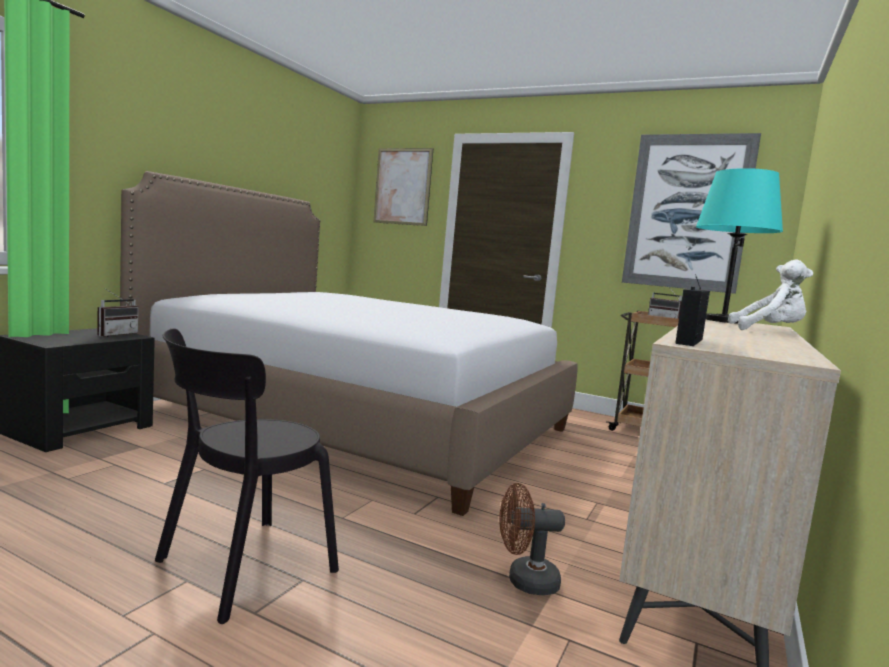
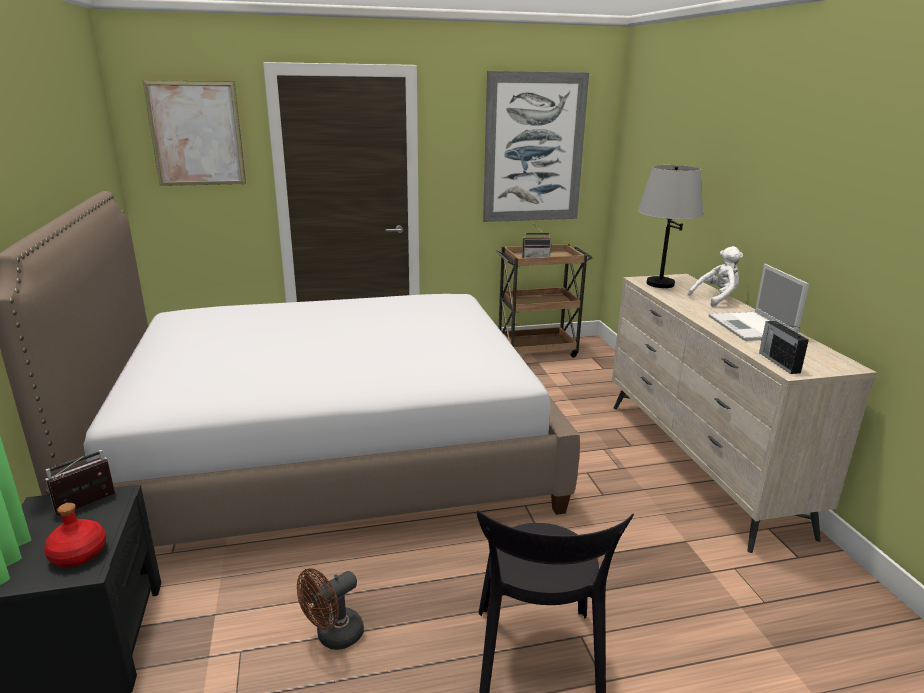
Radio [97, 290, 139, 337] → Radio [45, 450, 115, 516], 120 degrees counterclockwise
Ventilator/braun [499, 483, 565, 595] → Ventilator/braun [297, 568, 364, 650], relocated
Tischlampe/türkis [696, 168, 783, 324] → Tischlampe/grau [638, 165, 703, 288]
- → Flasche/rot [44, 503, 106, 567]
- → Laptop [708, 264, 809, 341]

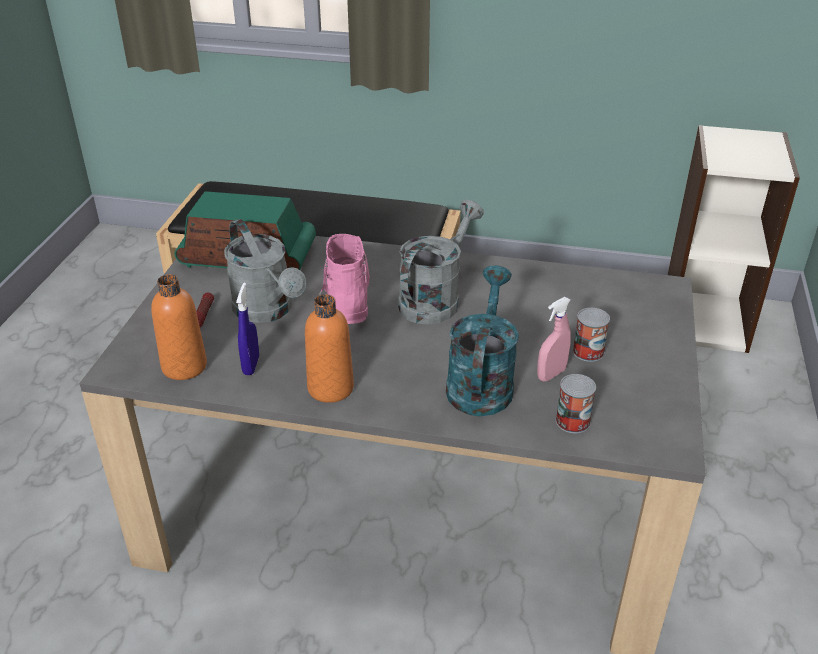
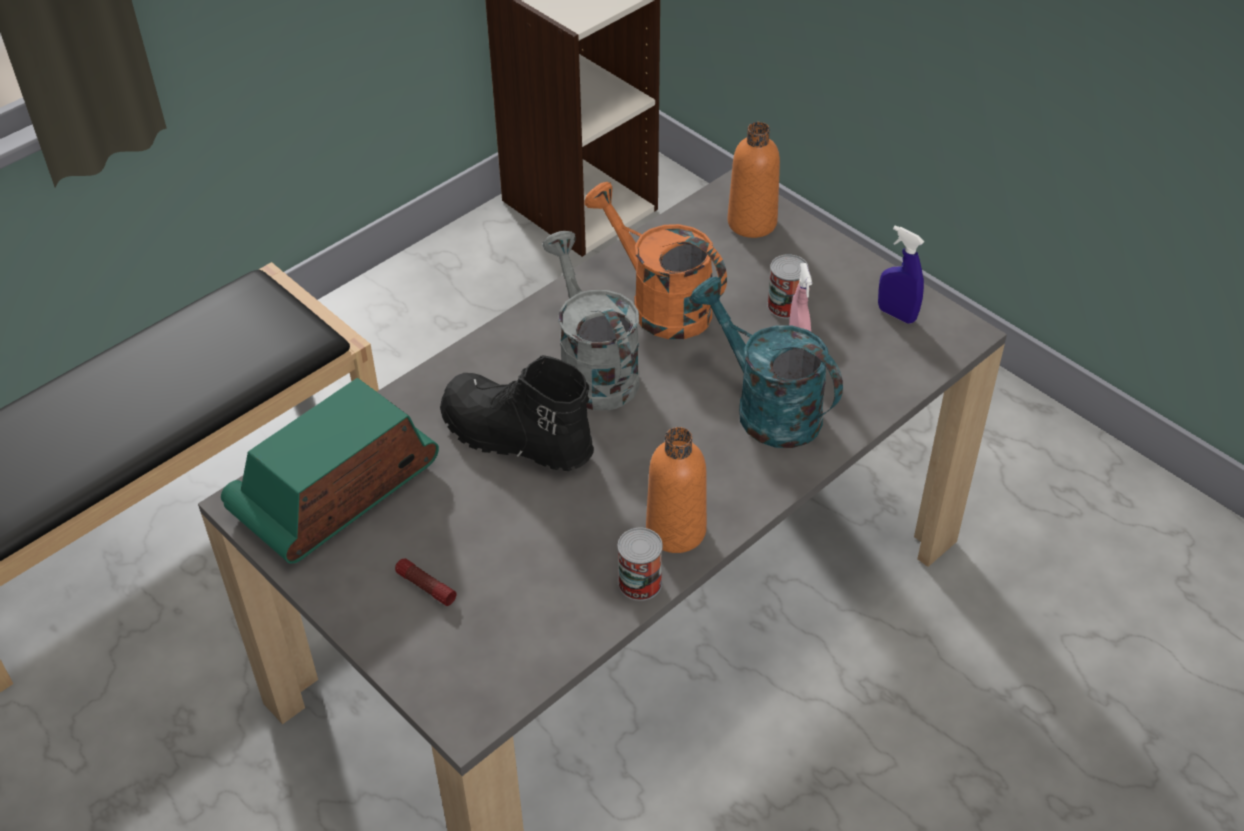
Flasche/orange [151, 274, 207, 380] → Flasche/orange [728, 122, 780, 238], relocated
Gießkanne/grau [224, 219, 306, 323] → -
Sprühflasche/blau [236, 283, 259, 375] → Sprühflasche/blau [878, 225, 924, 324], relocated
Stiefel/rosa [319, 234, 370, 324] → Stiefel/schwarz [440, 355, 594, 471]
Dose [556, 374, 596, 433] → Dose [618, 528, 663, 601], relocated
- → Gießkanne/orange [584, 182, 727, 339]

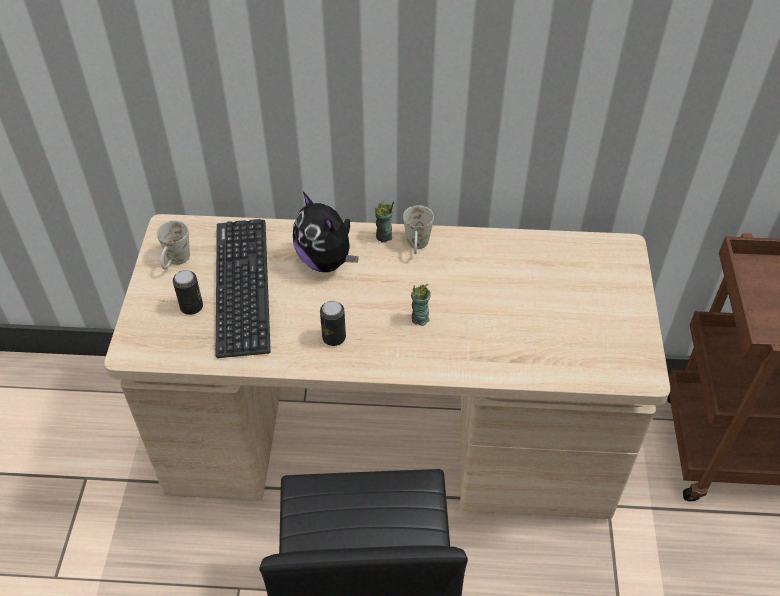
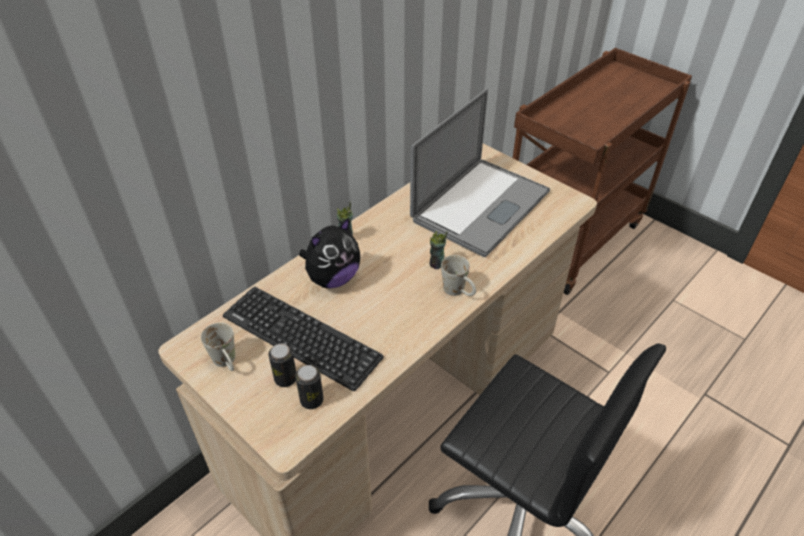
Plüschtier [293, 192, 358, 272] → Plüschtier [299, 218, 360, 288], 45 degrees counterclockwise
Dose [320, 301, 346, 346] → Dose [295, 365, 324, 409], relocated
Henkelbecher/weiß [403, 205, 434, 254] → Henkelbecher/weiß [441, 255, 476, 296], relocated
- → Laptop [410, 89, 550, 257]

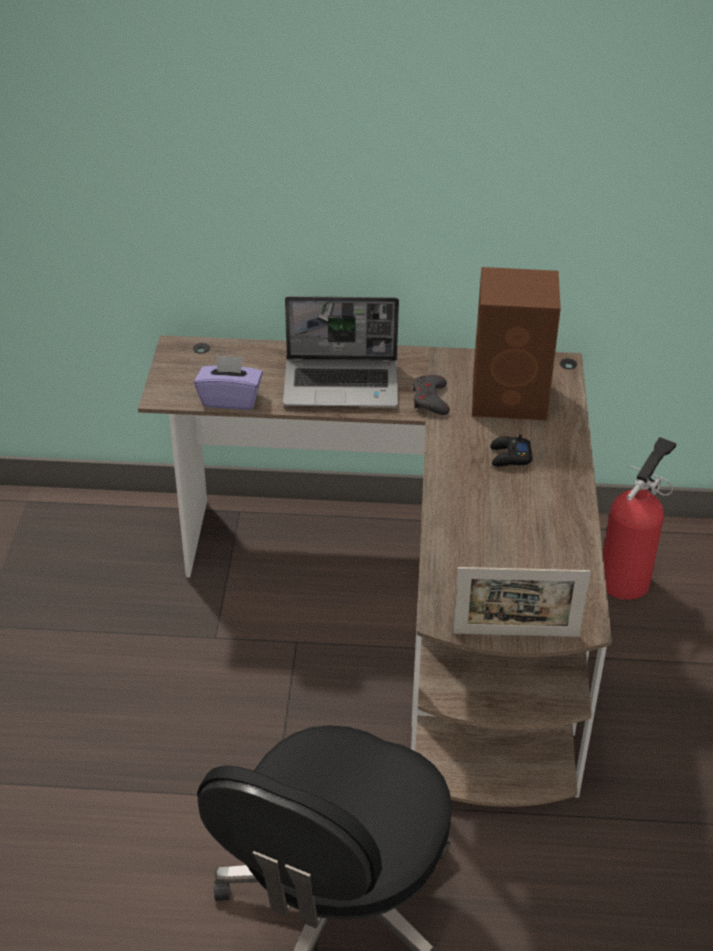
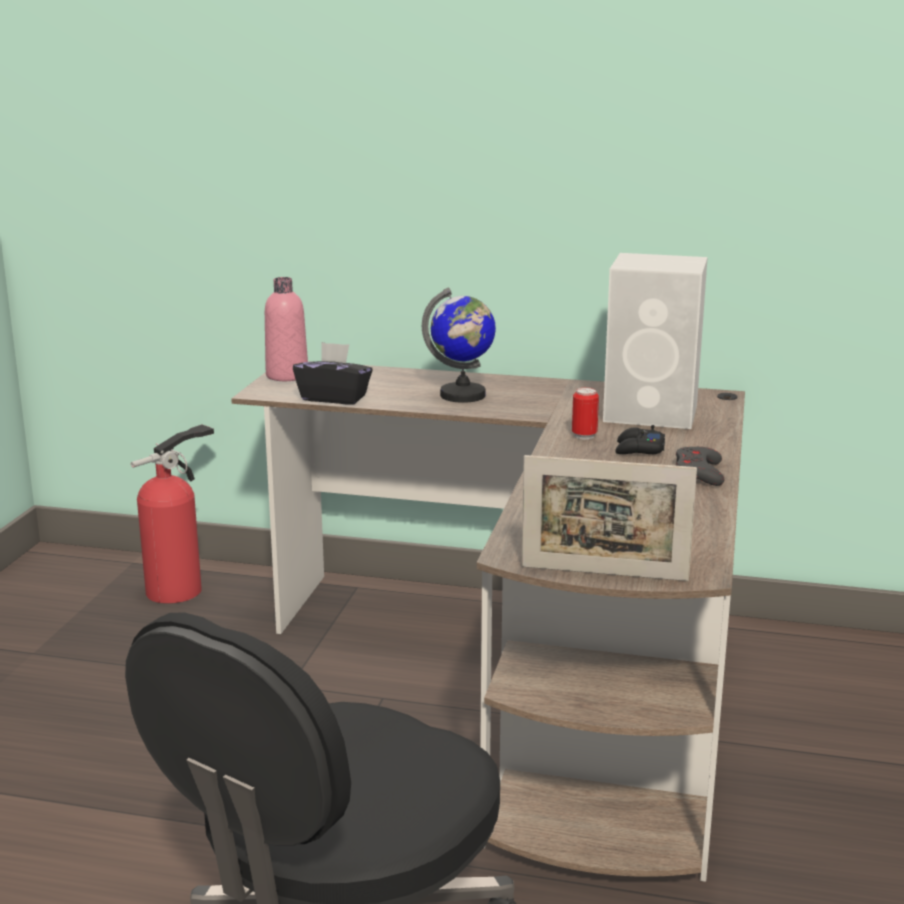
Taschentuchbox/lila [194, 355, 263, 410] → Taschentuchbox/schwarz [293, 342, 373, 404]
Laptop [283, 296, 399, 407] → Globus [422, 287, 496, 403]
Gamepad/grau [412, 375, 450, 415] → Gamepad/grau [676, 447, 724, 486], relocated
Lautsprecher/braun [472, 267, 561, 420] → Lautsprecher/weiß [603, 253, 708, 429]
Feuerlöscher [603, 437, 677, 600] → Feuerlöscher [131, 424, 214, 604], relocated
- → Flasche/rosa [265, 277, 308, 381]
- → Dose [572, 387, 599, 440]

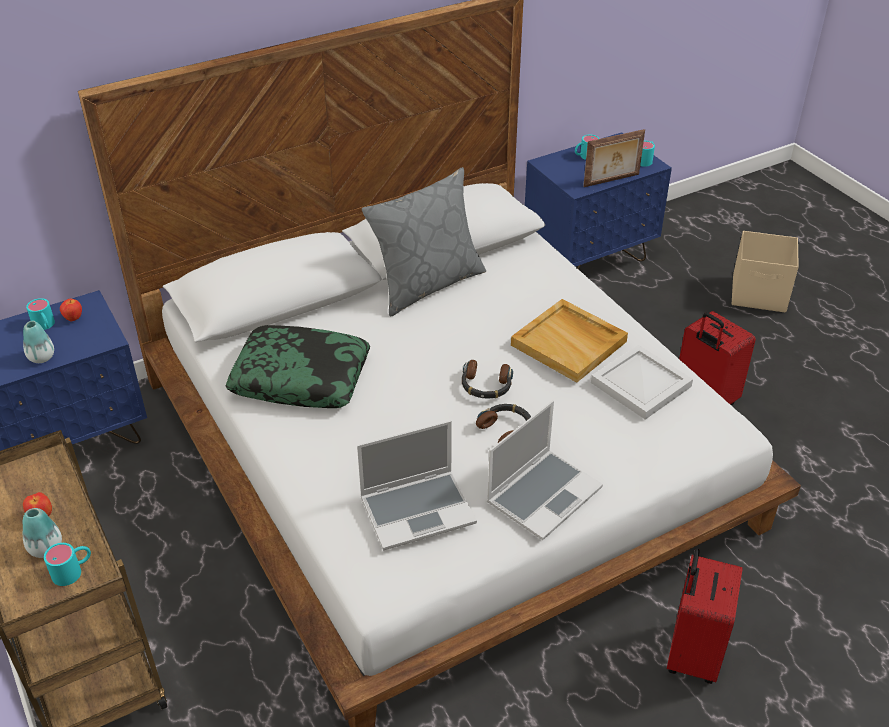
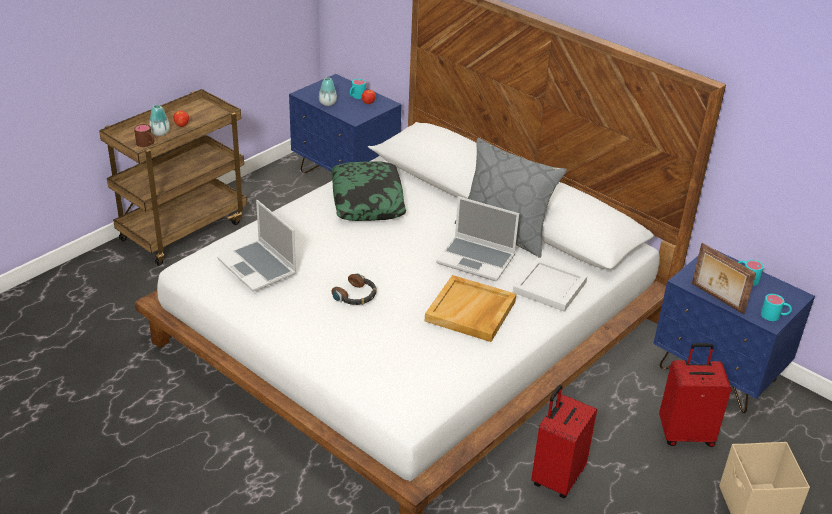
Henkelbecher/türkis [44, 543, 91, 586] → Henkelbecher/braun [134, 124, 154, 147]
Kopfhörer [462, 360, 513, 399] → -
Laptop [487, 400, 603, 540] → Laptop [436, 196, 519, 281], relocated
Tablett/weiß [591, 345, 693, 420] → Tablett/weiß [513, 258, 587, 312], relocated
Koffer/rot [667, 549, 743, 684] → Koffer/rot [659, 343, 731, 447], relocated

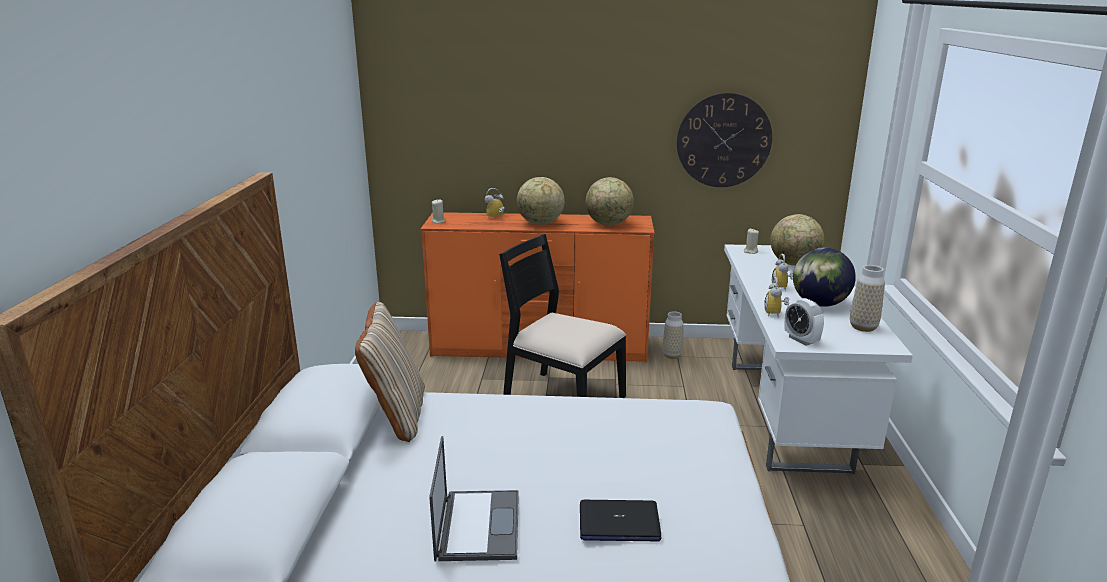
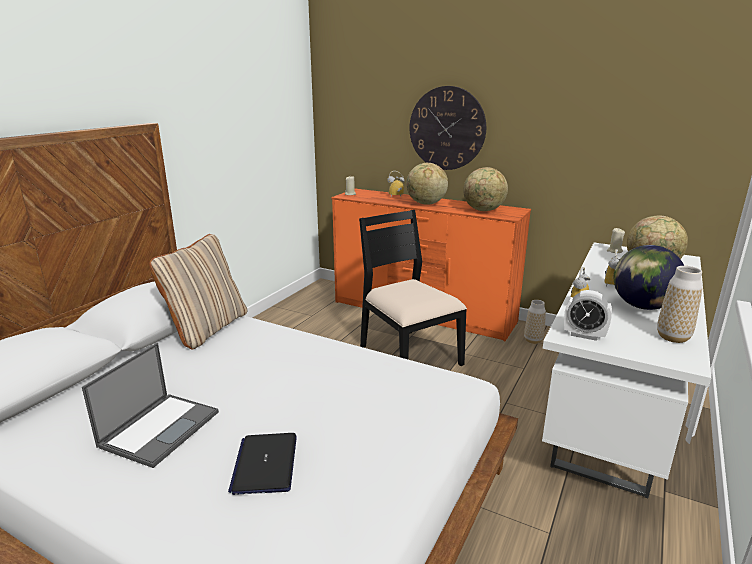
Laptop [580, 500, 661, 542] → Laptop [228, 433, 297, 495], 60 degrees clockwise
Wanduhr [677, 93, 772, 187] → Wanduhr [410, 86, 486, 170], relocated
Wecker [785, 298, 824, 346] → Wecker [564, 290, 612, 341], 60 degrees counterclockwise

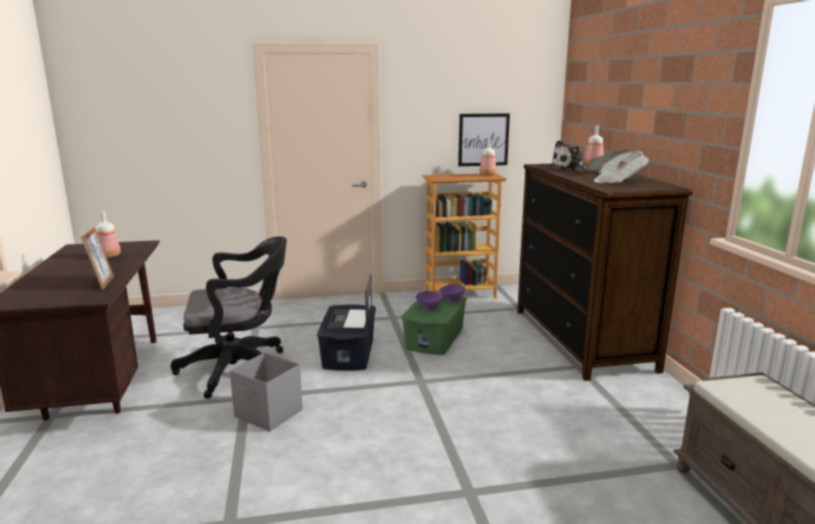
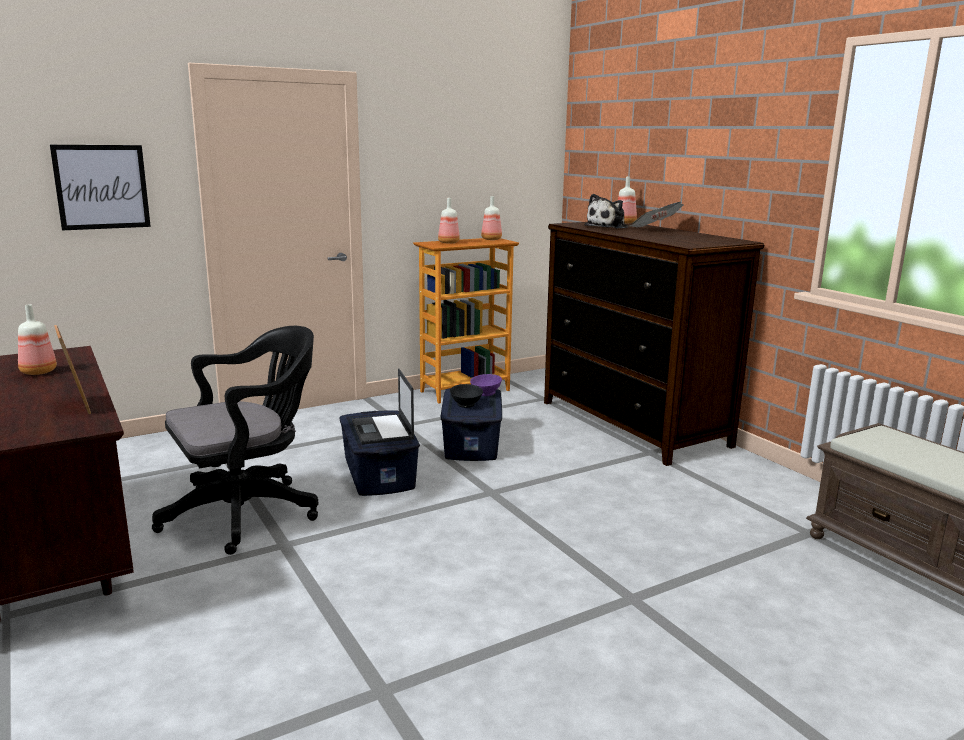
Aufbewahrungsbox/grau [230, 353, 303, 431] → -
Aufbewahrungsbox/grün [401, 293, 467, 355] → Aufbewahrungsbox/blau [441, 388, 502, 461]
Schüssel/lila [416, 291, 442, 310] → Schüssel/schwarz [450, 384, 483, 408]
Bild [458, 113, 510, 166] → Bild [50, 145, 151, 230], relocated
Zeitung [594, 151, 649, 183] → -
- → Flasche [438, 198, 460, 244]

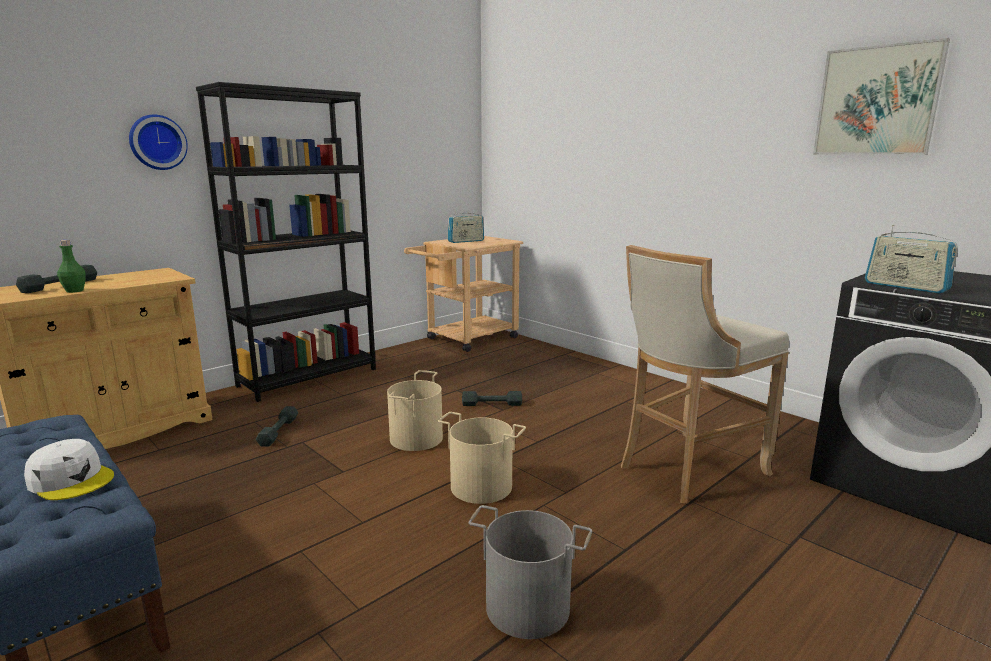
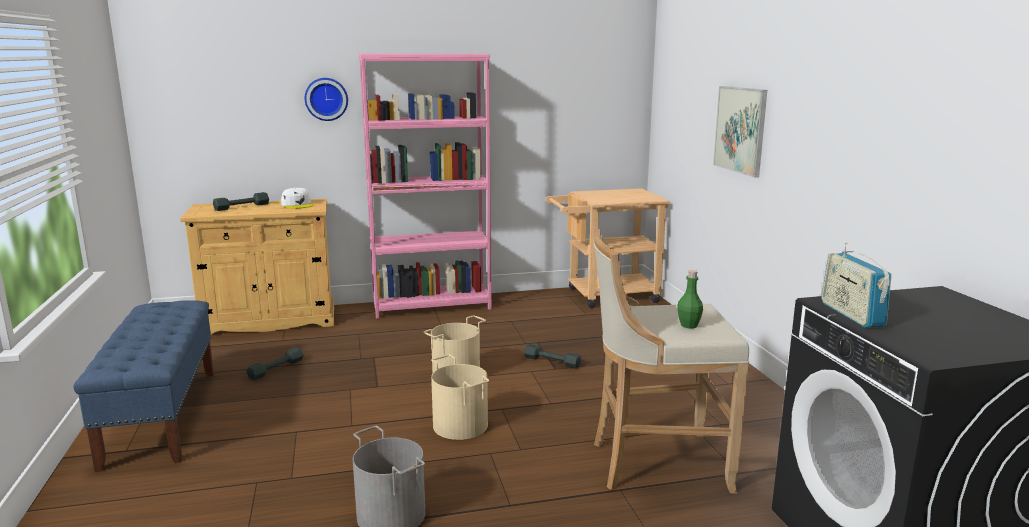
Kappe/weiß [24, 439, 114, 500] → Kappe/weiß [281, 188, 314, 209], relocated
Flasche/grün [57, 240, 86, 293] → Flasche/grün [677, 270, 703, 328], relocated
Bücherregal/schwarz [196, 82, 376, 402] → Bücherregal/rosa [359, 54, 492, 319]
Hantel/grau [256, 406, 298, 447] → Hantel/grau [246, 347, 304, 380], relocated
Radio [448, 210, 484, 243] → -
Bild [813, 38, 950, 155] → Bild [713, 86, 767, 178], relocated

